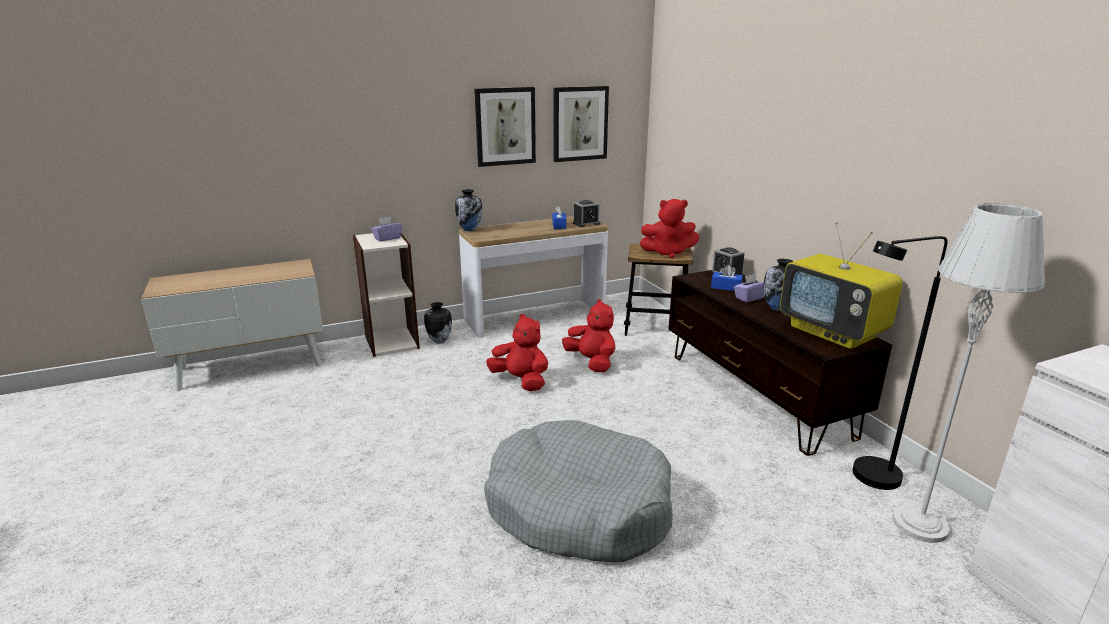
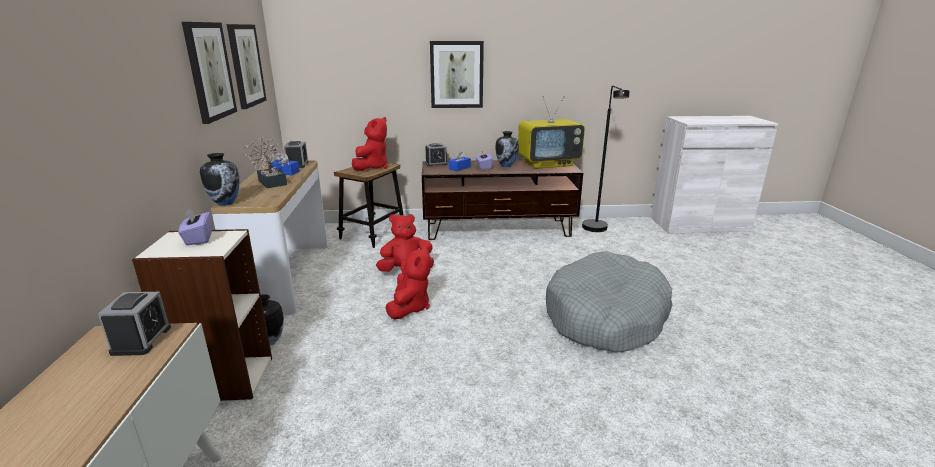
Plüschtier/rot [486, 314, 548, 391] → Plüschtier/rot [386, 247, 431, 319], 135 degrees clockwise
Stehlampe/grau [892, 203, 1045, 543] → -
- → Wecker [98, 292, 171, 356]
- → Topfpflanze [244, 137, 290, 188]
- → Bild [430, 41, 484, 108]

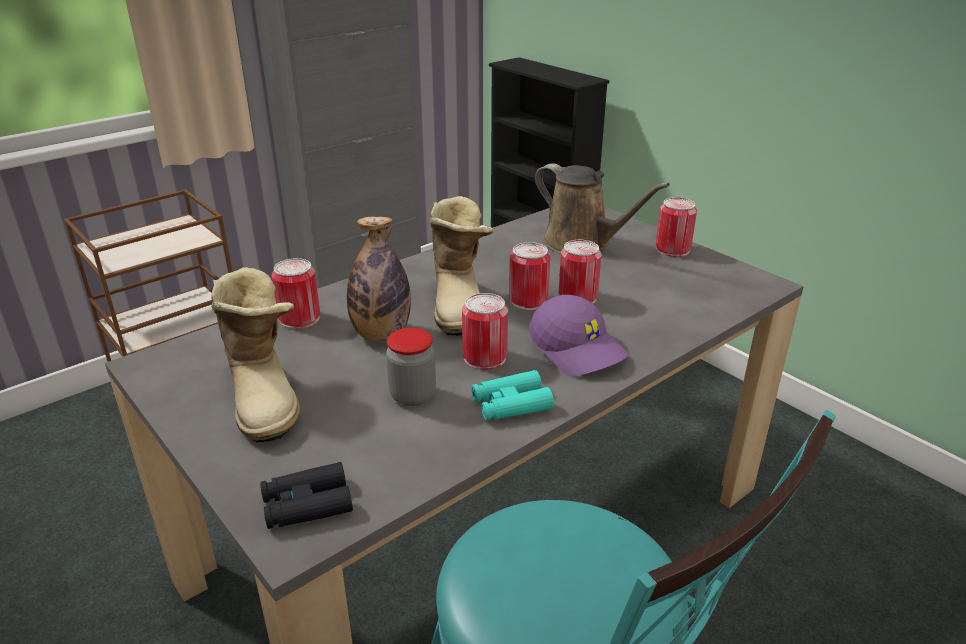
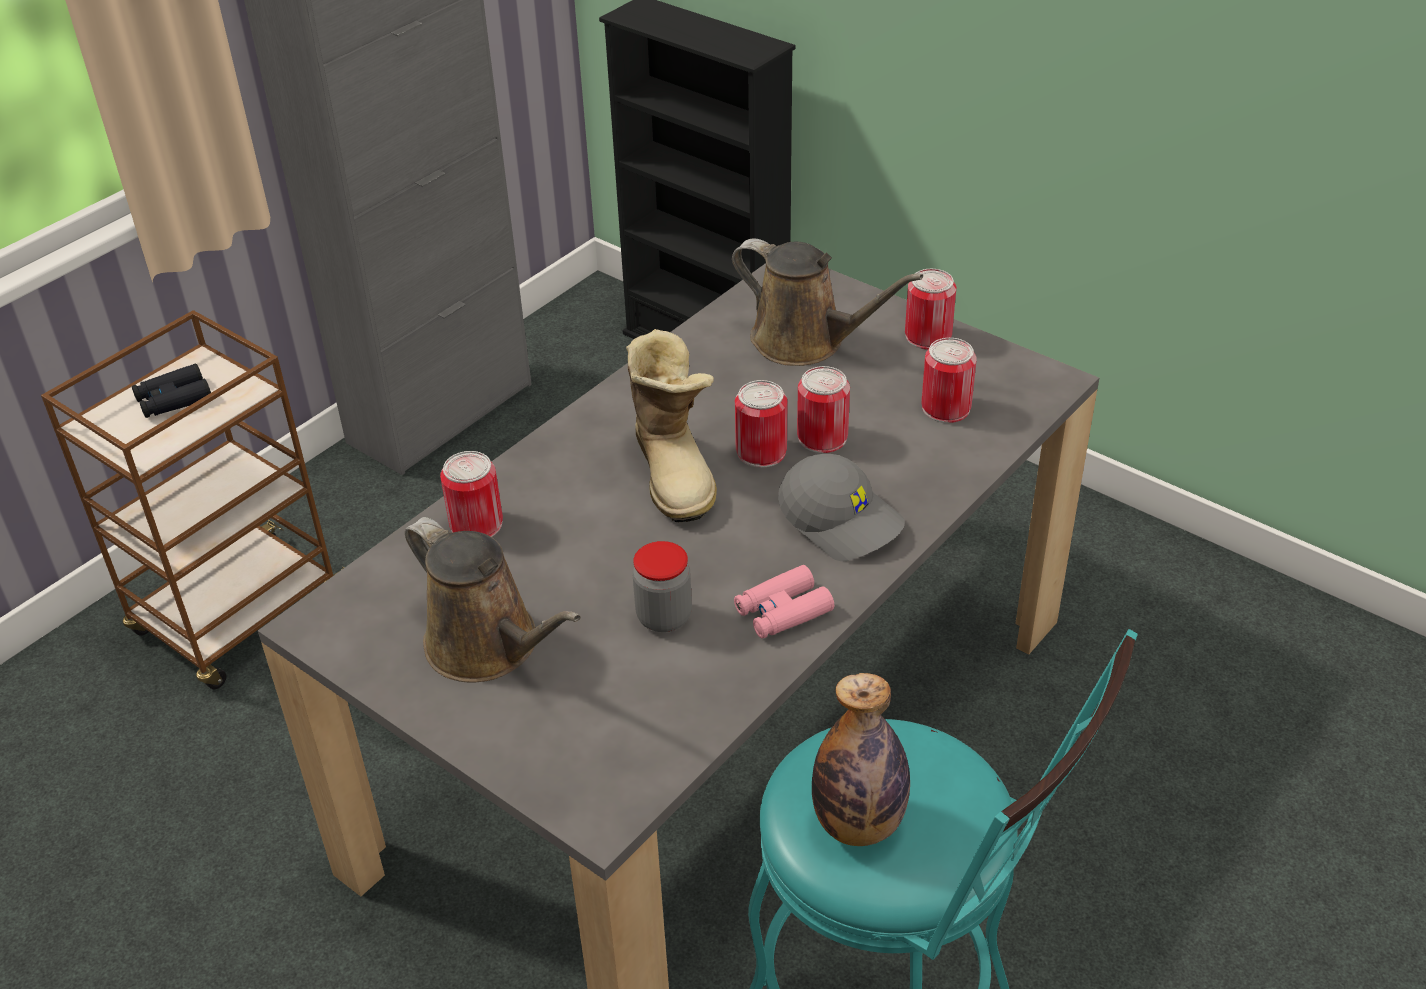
Stiefel [211, 267, 300, 443] → Gießkanne/braun [405, 517, 581, 683]
Fernglas/schwarz [260, 462, 353, 529] → Fernglas/schwarz [132, 363, 211, 418], relocated
Flasche [347, 217, 411, 341] → Flasche [812, 673, 910, 846], relocated
Dose [462, 293, 508, 370] → Dose [921, 338, 977, 423], relocated
Fernglas/türkis [471, 370, 554, 421] → Fernglas/rosa [734, 565, 834, 639]
Kappe/lila [529, 295, 629, 377] → Kappe/grau [778, 454, 905, 561]

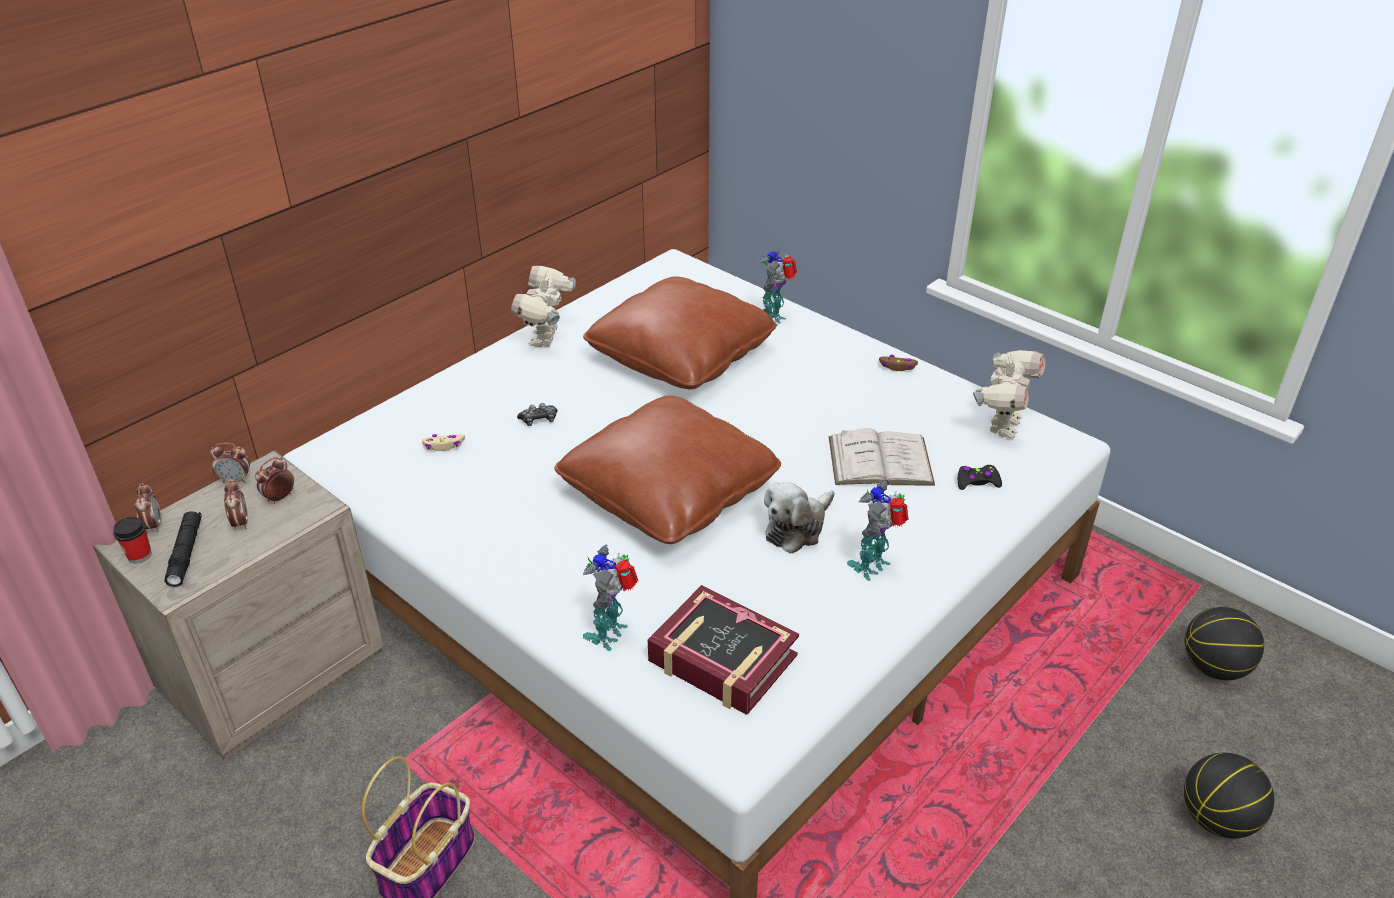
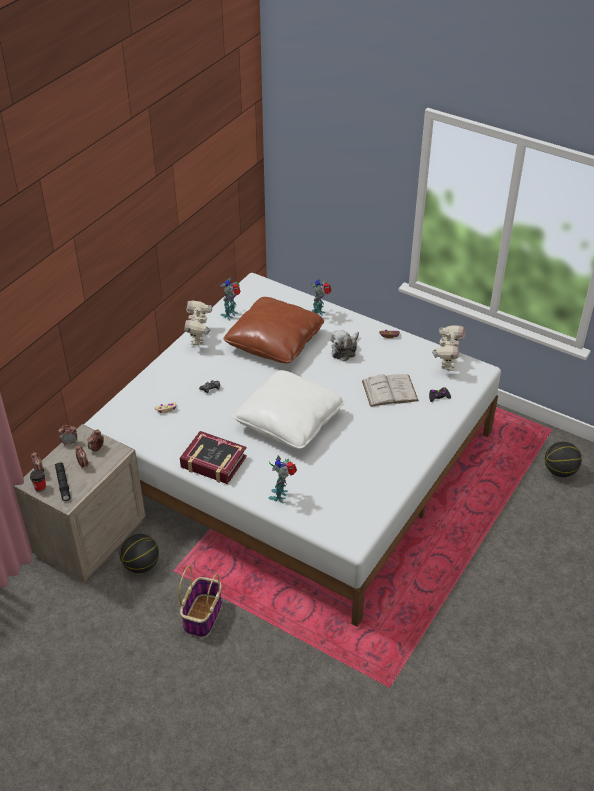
Kissen/braun [554, 395, 781, 544] → Kissen/weiß [233, 370, 344, 449]
Buch [648, 585, 799, 715] → Buch [180, 431, 247, 484], relocated
Plüschtier [764, 482, 834, 554] → Plüschtier [331, 330, 359, 362], relocated
Spielzeugroboter [847, 481, 909, 581] → Spielzeugroboter [220, 278, 241, 321], relocated
Basketball [1184, 753, 1274, 839] → Basketball [120, 534, 159, 573], relocated

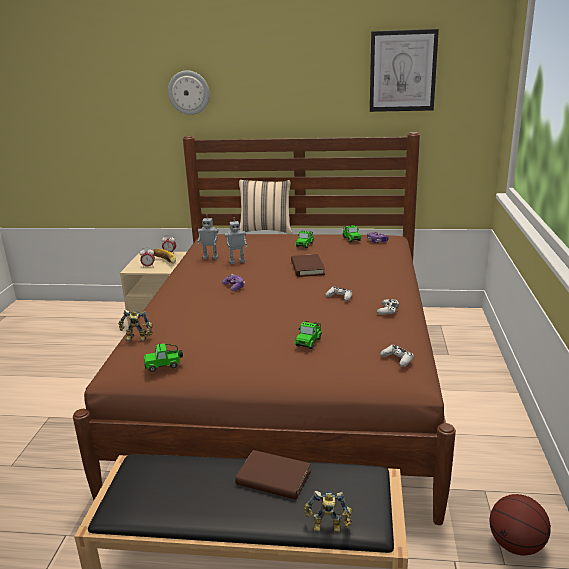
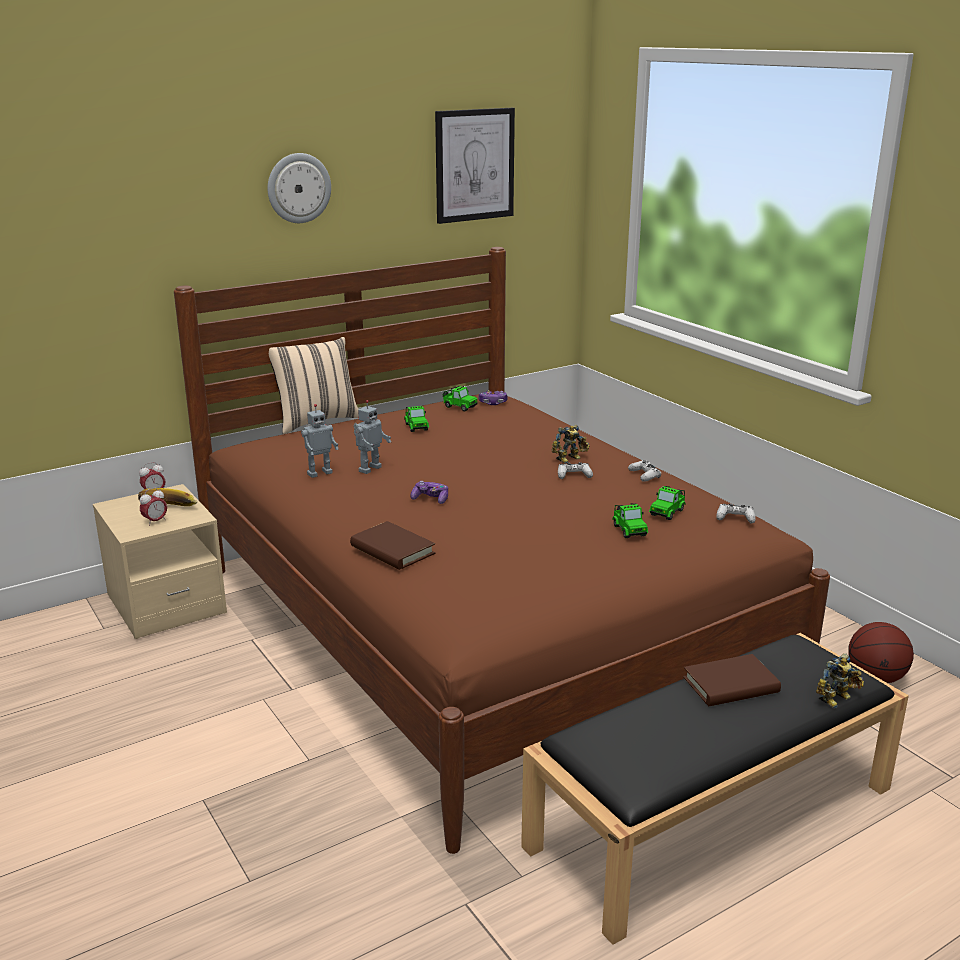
Spielzeugroboter [118, 310, 153, 341] → Spielzeugroboter [552, 425, 590, 464], relocated
Spielzeugauto [144, 344, 183, 372] → Spielzeugauto [649, 486, 686, 520], relocated
Wanduhr [168, 70, 210, 115] → Wanduhr [267, 153, 331, 223], relocated
Buch/braun [291, 254, 325, 277] → Buch/braun [350, 521, 435, 570], relocated

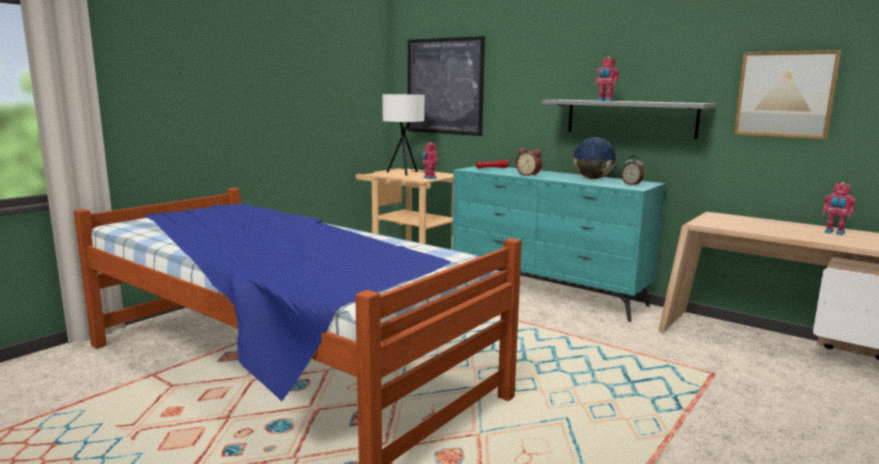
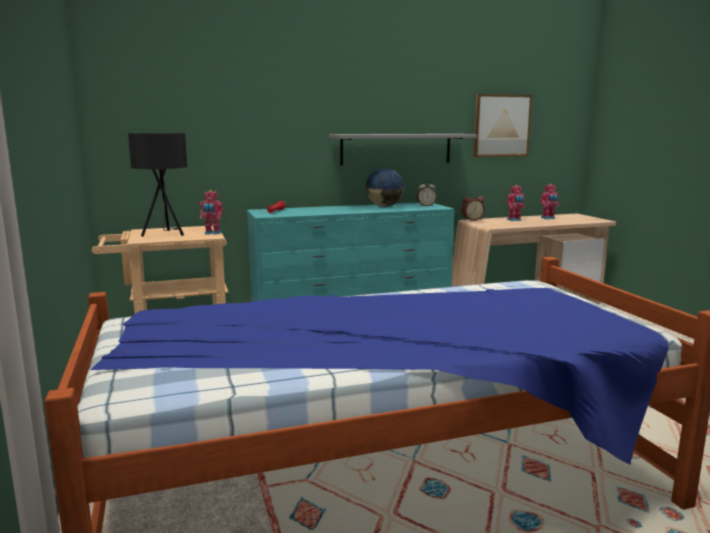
Tischlampe/weiß [382, 94, 425, 176] → Tischlampe/schwarz [128, 133, 187, 237]
Bild [408, 36, 485, 136] → -
Wecker [516, 148, 542, 176] → Wecker [461, 196, 485, 221], relocated
Spielzeugroboter [595, 56, 619, 101] → Spielzeugroboter [506, 185, 525, 221], relocated

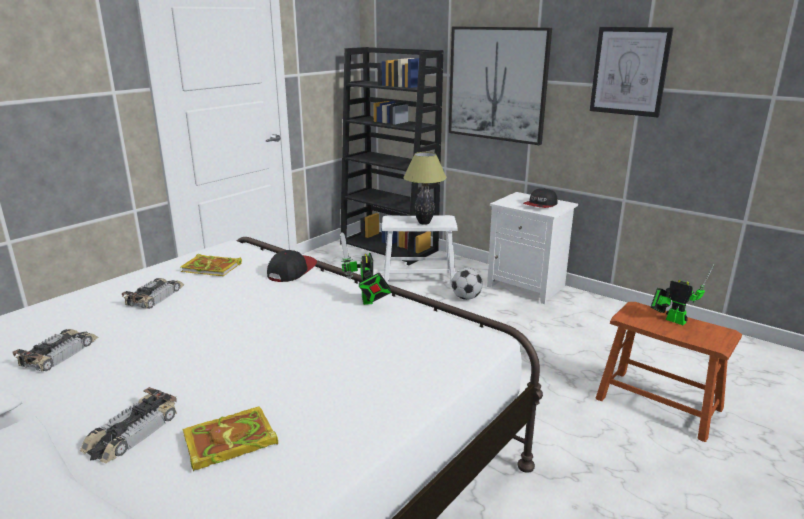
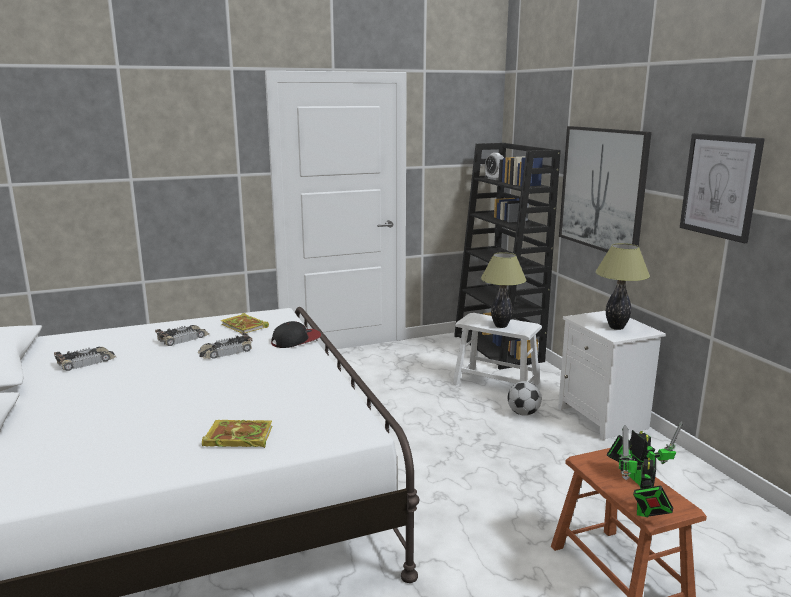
Spielzeugauto [80, 387, 177, 463] → Spielzeugauto [198, 332, 252, 359], relocated
Buch [182, 406, 278, 471] → Buch [202, 420, 273, 448], relocated
Spielzeugroboter [340, 232, 391, 305] → Spielzeugroboter [619, 425, 673, 517], relocated
Kappe [523, 188, 558, 208] → Tischlampe [595, 243, 650, 330]
- → Wecker [485, 153, 504, 180]

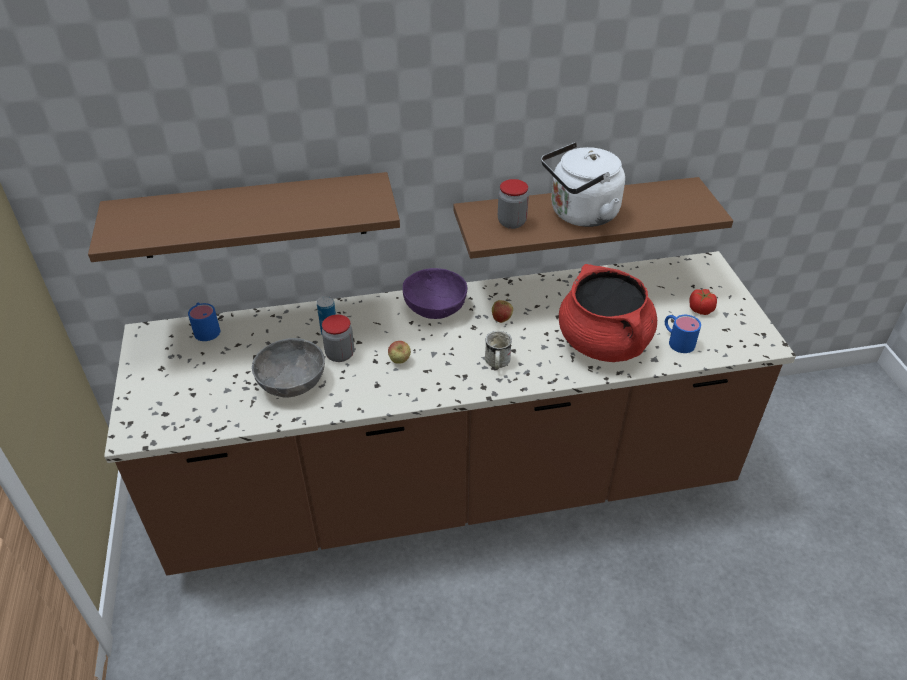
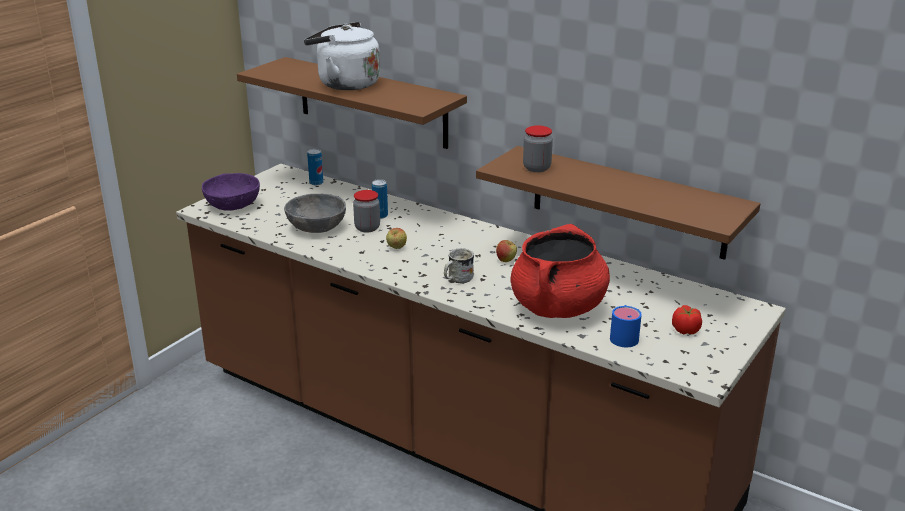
Henkelbecher/blau [188, 302, 220, 341] → Dose [307, 149, 323, 186]
Schüssel/lila [403, 268, 467, 319] → Schüssel/lila [202, 173, 260, 211], relocated
Wasserkessel/weiß [541, 142, 625, 227] → Wasserkessel/weiß [304, 22, 380, 90], relocated

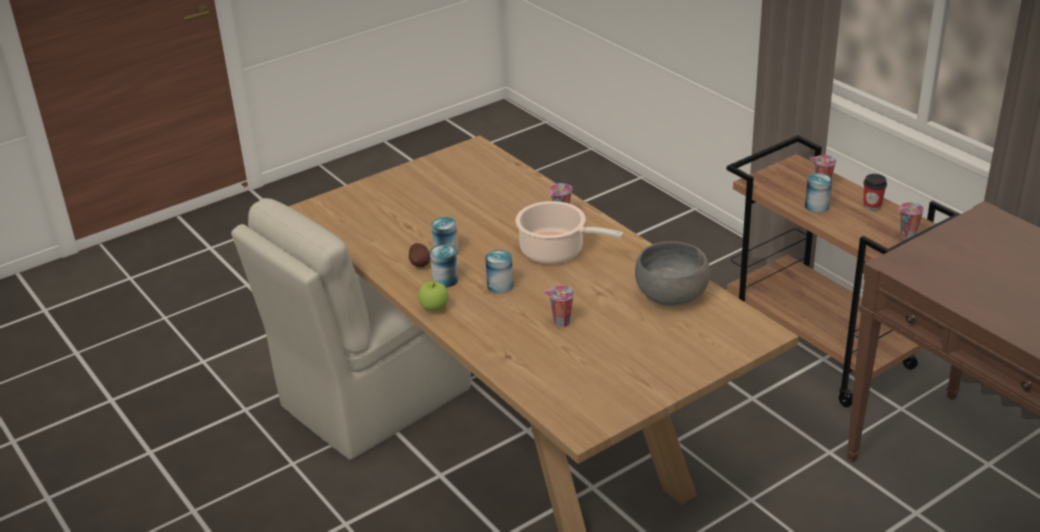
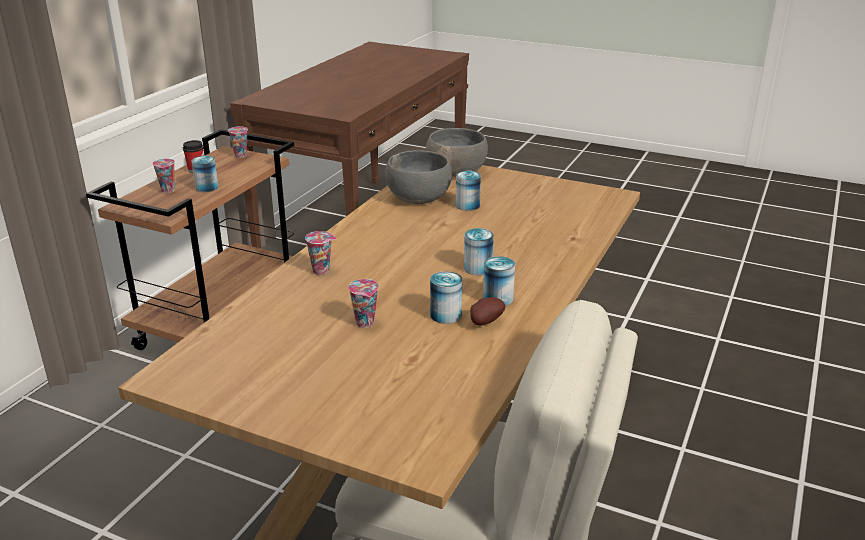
Apfel [418, 281, 449, 312] → -
Kochtopf [516, 201, 623, 264] → -
Tasse [544, 285, 574, 327] → Tasse [348, 279, 379, 328], relocated
- → Schüssel/grau [426, 128, 488, 177]
- → Dose [456, 171, 481, 211]

